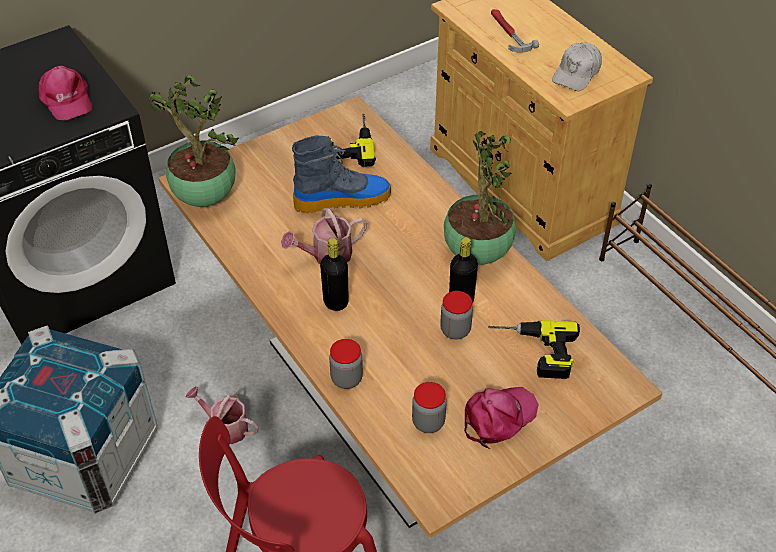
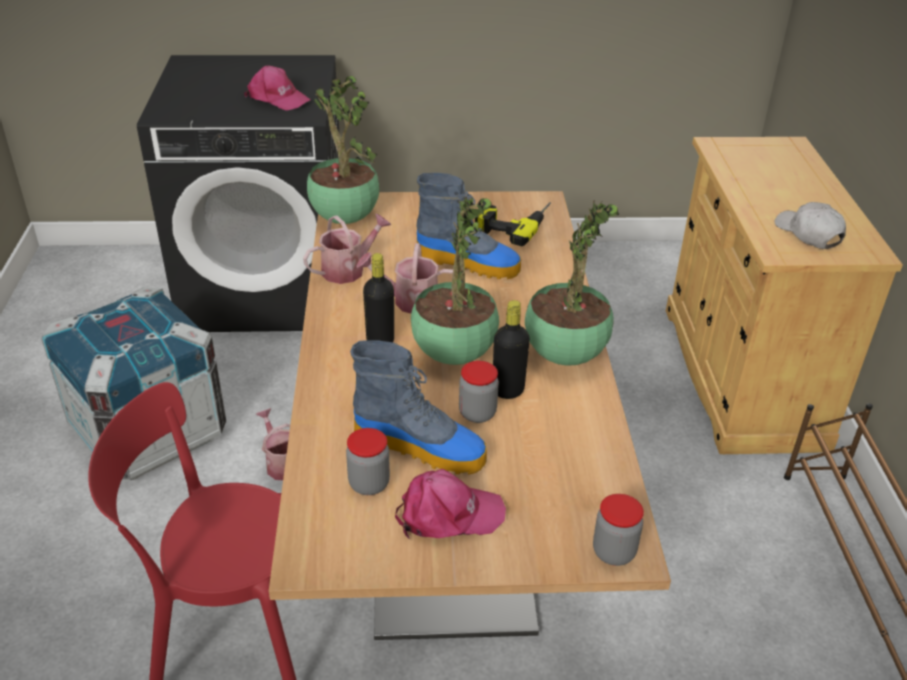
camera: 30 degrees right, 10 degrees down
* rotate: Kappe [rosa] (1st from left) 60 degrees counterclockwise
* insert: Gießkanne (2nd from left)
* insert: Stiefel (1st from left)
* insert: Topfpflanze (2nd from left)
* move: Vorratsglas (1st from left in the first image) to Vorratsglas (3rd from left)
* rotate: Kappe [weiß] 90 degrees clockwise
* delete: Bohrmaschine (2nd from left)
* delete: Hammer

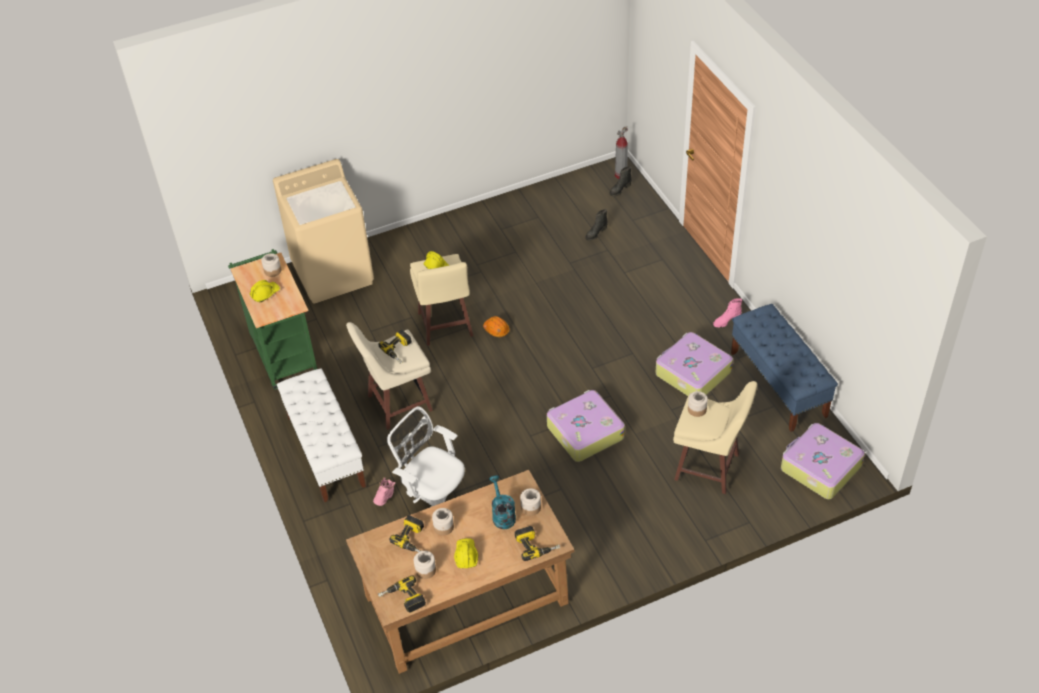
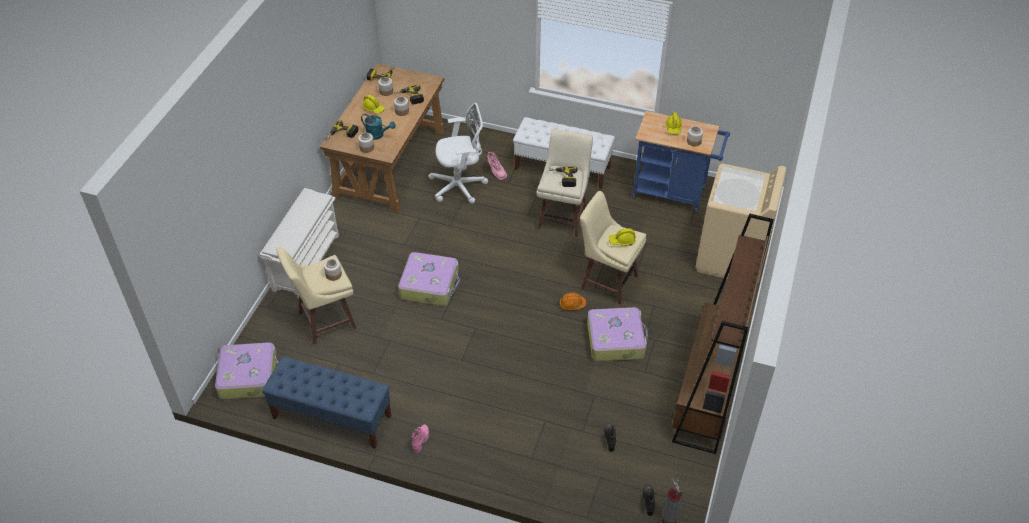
camera: 130 degrees right, 0 degrees up
* insert: Schuhregal [weiß]
* move: Koffer (2nd from left in the first image) to Koffer (3rd from left)
* recolor: Rollwagen [grün] to Rollwagen [blau]
* insert: Bücherregal [braun]

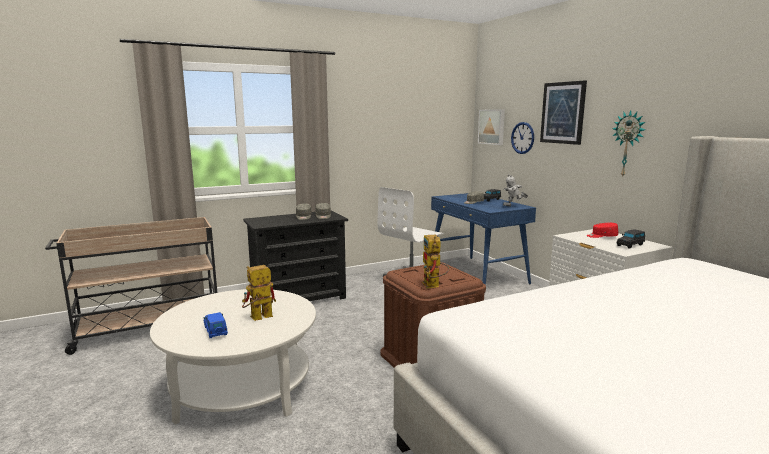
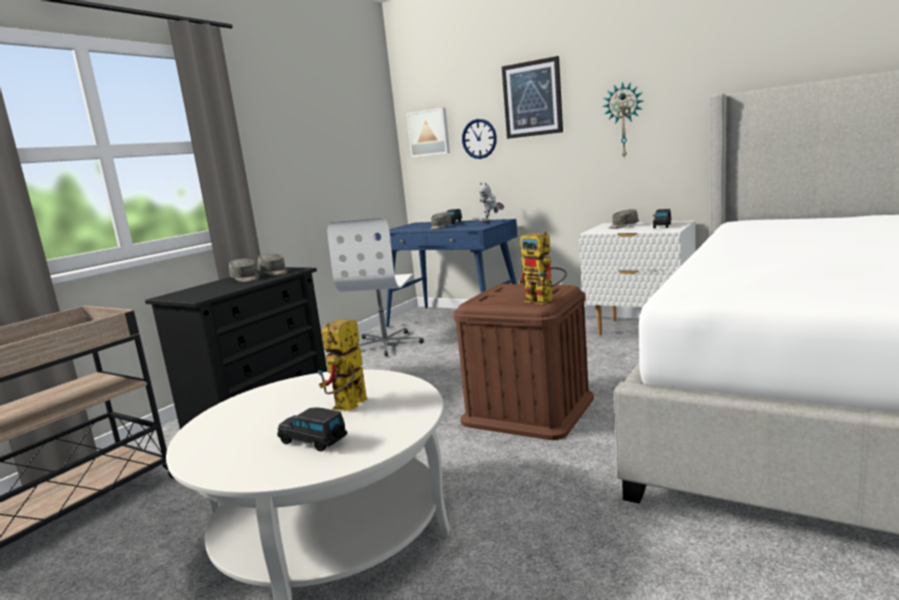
camera: 30 degrees left, 0 degrees up
* recolor: Spielzeugauto [blau] to Spielzeugauto [schwarz] (1st from left)
* recolor: Kappe [rot] to Kappe [grau] (4th from left)

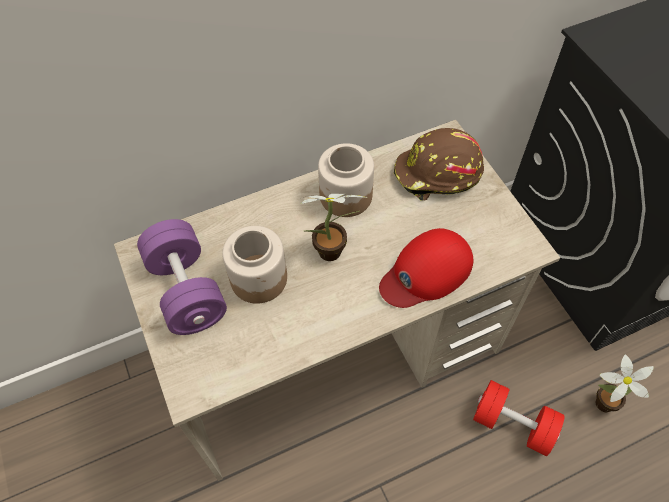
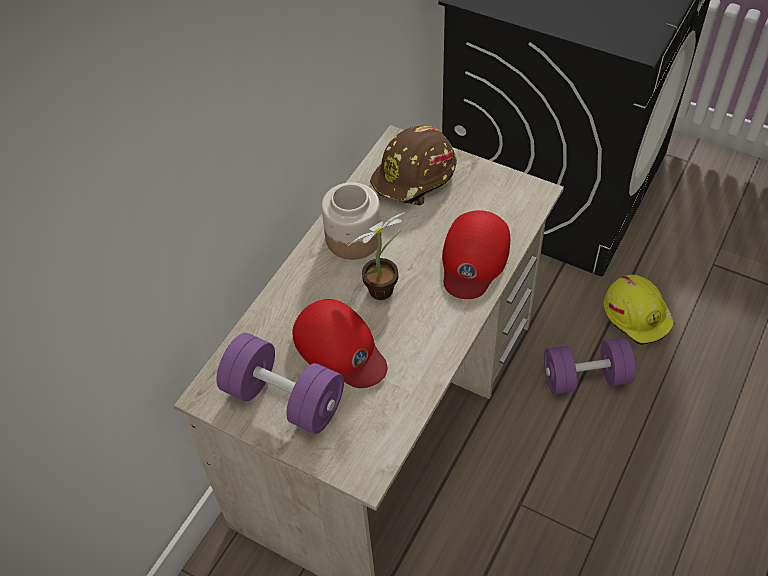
camera: 35 degrees left, 5 degrees down
* replace: Vorratsglas (1st from left) to Kappe [rot] (1st from left)
* recolor: Hantel [rot] to Hantel [lila] (2nd from left)
* replace: Topfpflanze (2nd from left) to Schutzhelm [gelb]

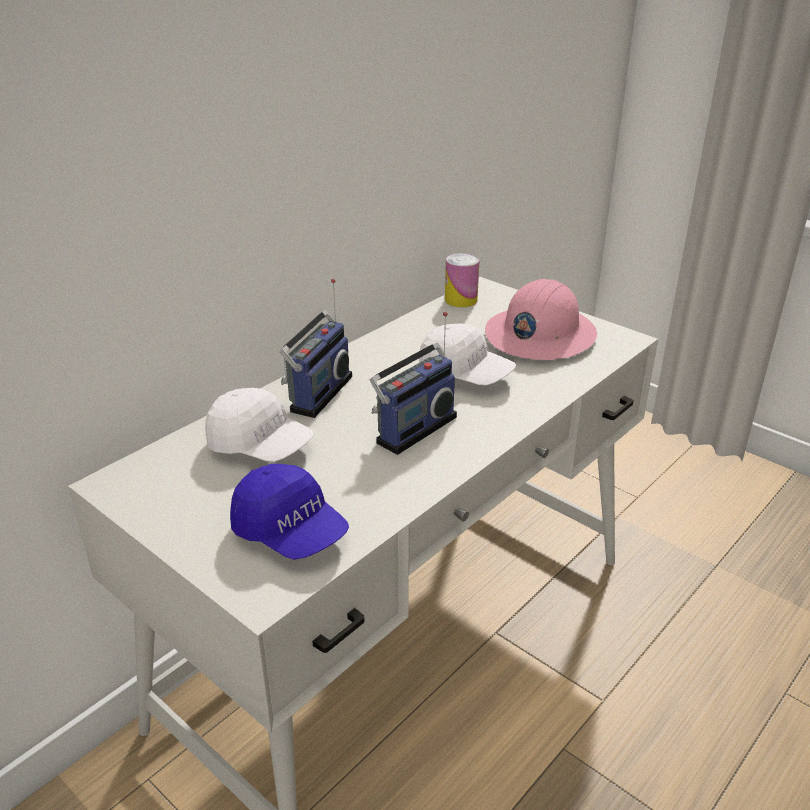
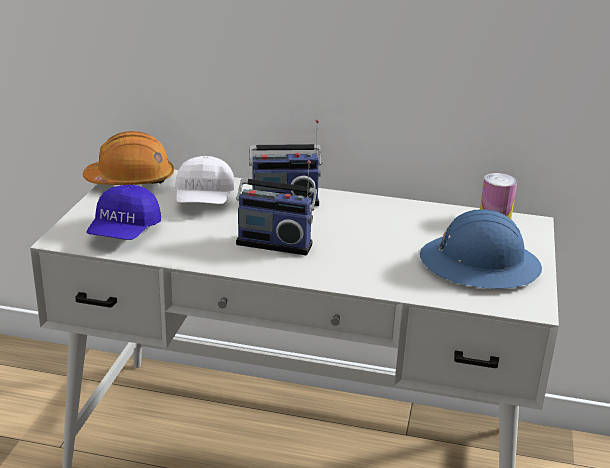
camera: 60 degrees right, 5 degrees down
* insert: Schutzhelm [orange]
* recolor: Schutzhelm [rosa] to Schutzhelm [blau]
* delete: Kappe [weiß] (2nd from left)

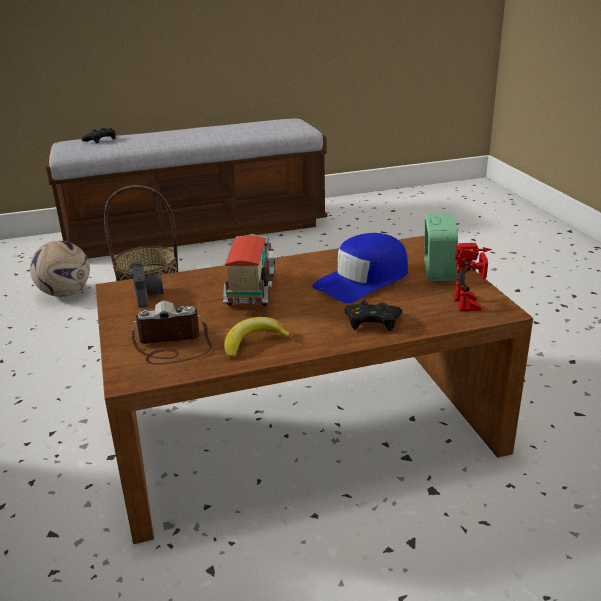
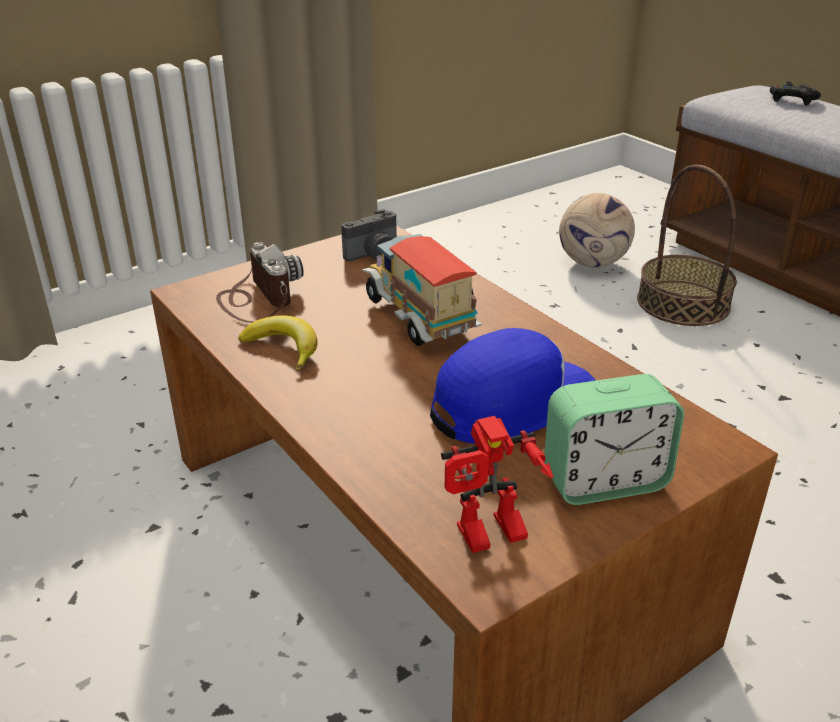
camera: 70 degrees right, 5 degrees up
* rotate: Spielzeuglaster 105 degrees counterclockwise
* rotate: Kappe [blau] 120 degrees clockwise
* delete: Gamepad [schwarz] (2nd from left)

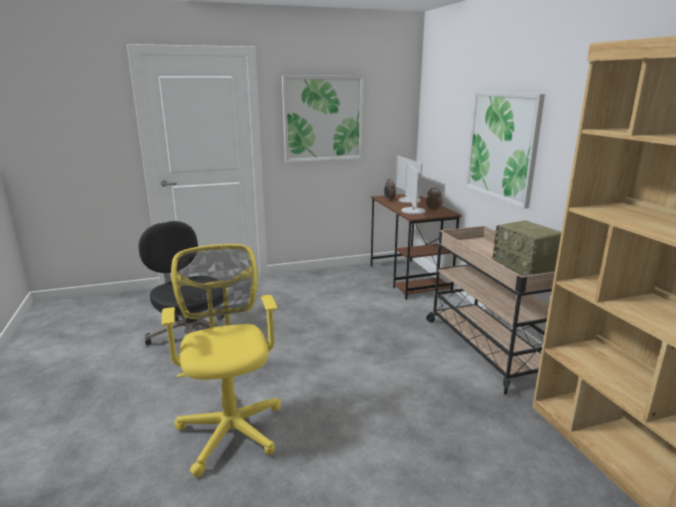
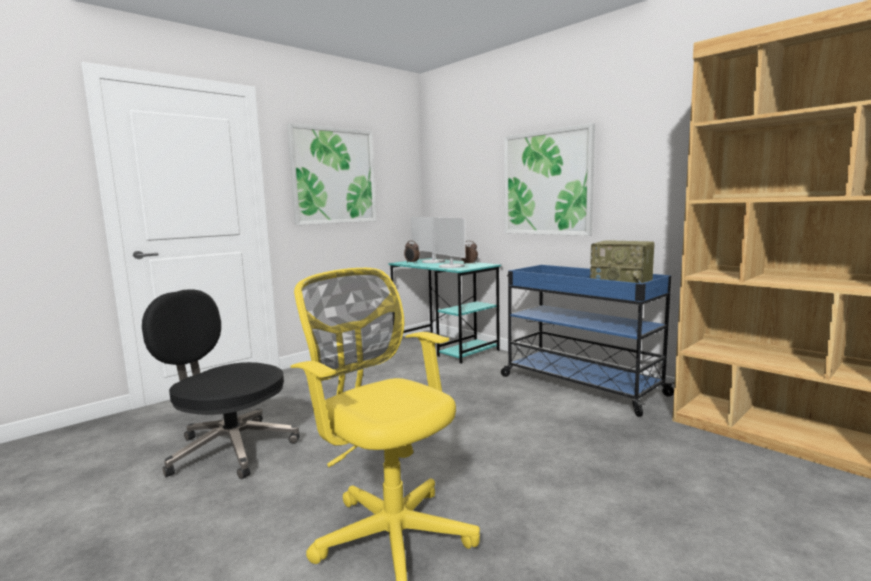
camera: 25 degrees left, 10 degrees down
* recolor: Schreibtisch [braun] to Schreibtisch [türkis]
* recolor: Rollwagen [beige] to Rollwagen [blau]

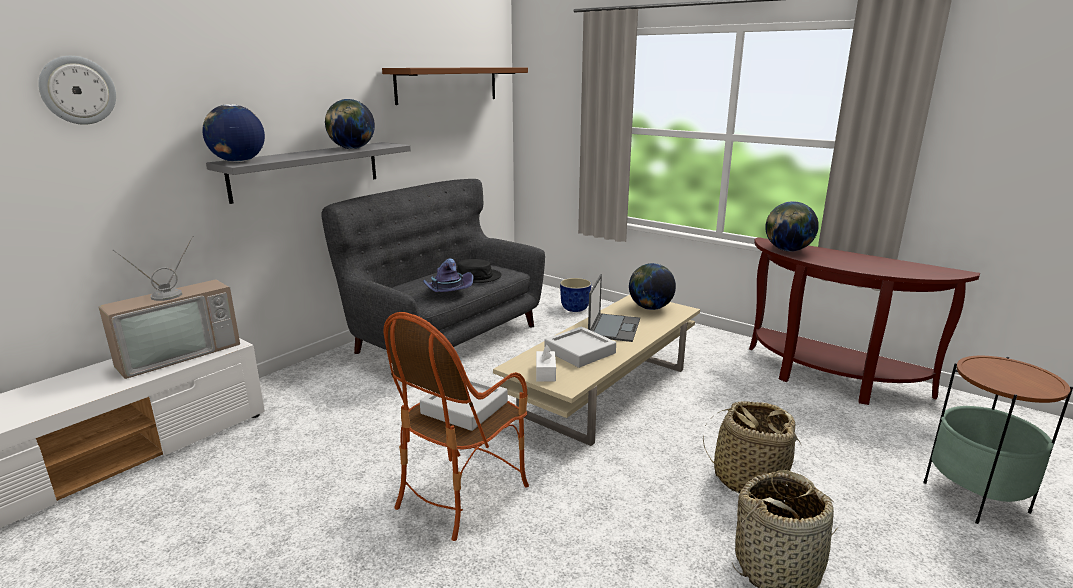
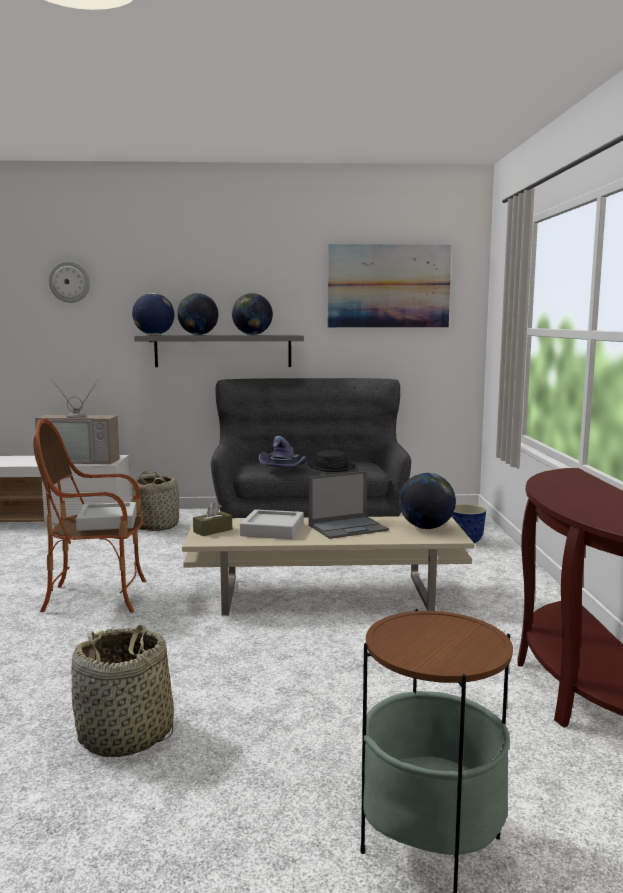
camera: 50 degrees right, 10 degrees down
* move: Korb (1st from left in the first image) to Korb (2nd from left)
* move: Globus (4th from left in the first image) to Globus (2nd from left)
* recolor: Taschentuchbox [weiß] to Taschentuchbox [braun]
* replace: Wandregal [braun] to Bild

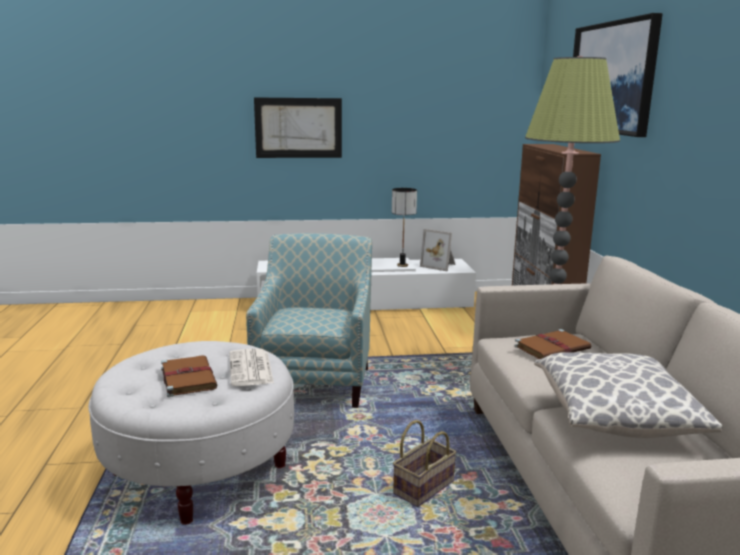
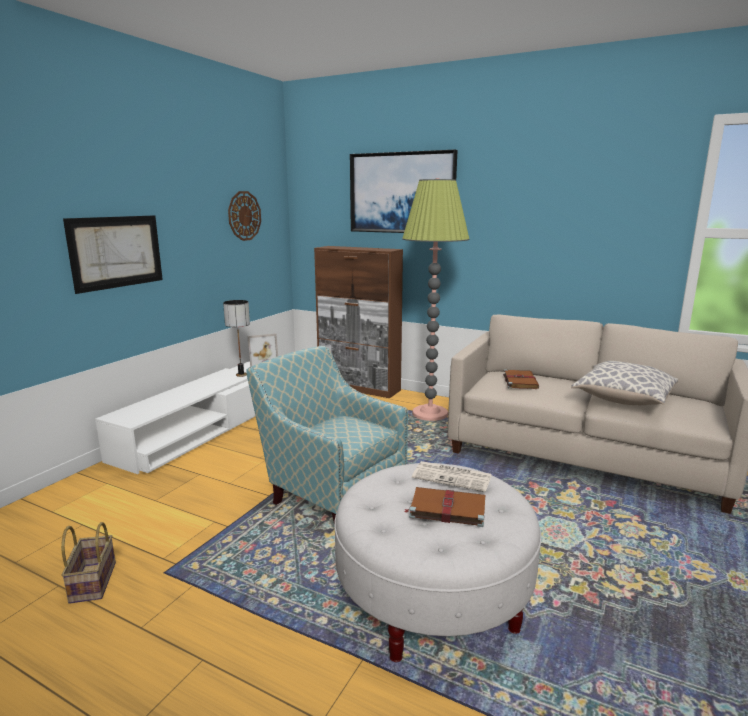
camera: 55 degrees left, 0 degrees up
* move: Korb
* insert: Wanduhr

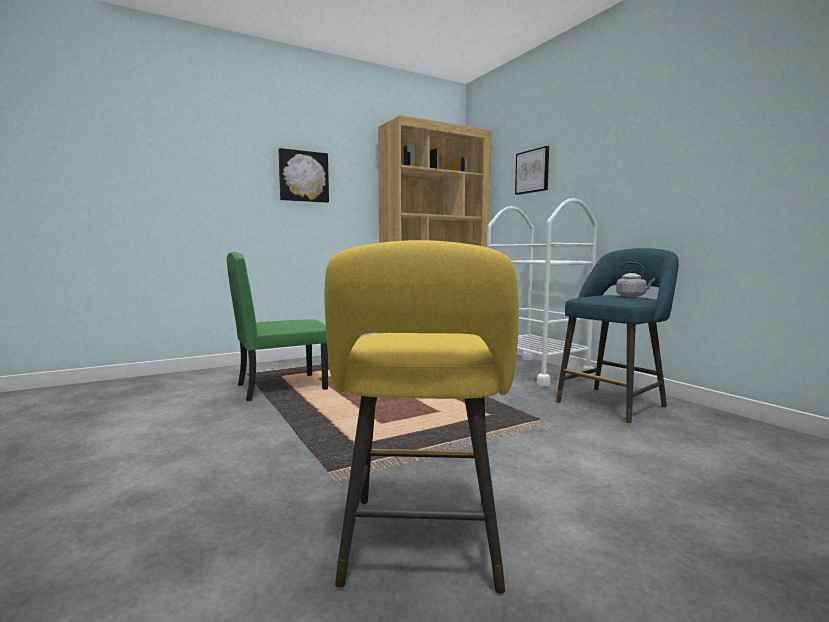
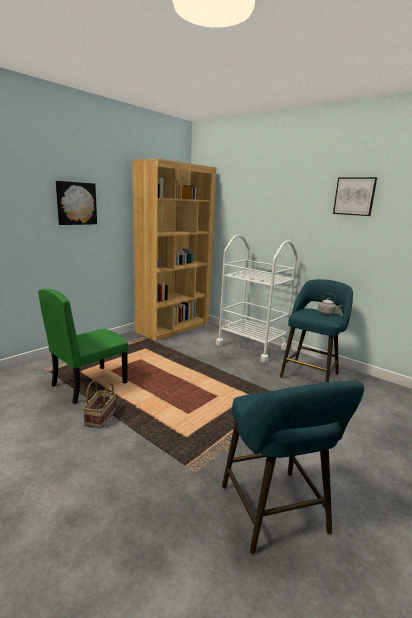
camera: 20 degrees left, 10 degrees up
* insert: Korb
* recolor: Hocker [gelb] to Hocker [türkis] (1st from left)
* move: Bild (2nd from left)

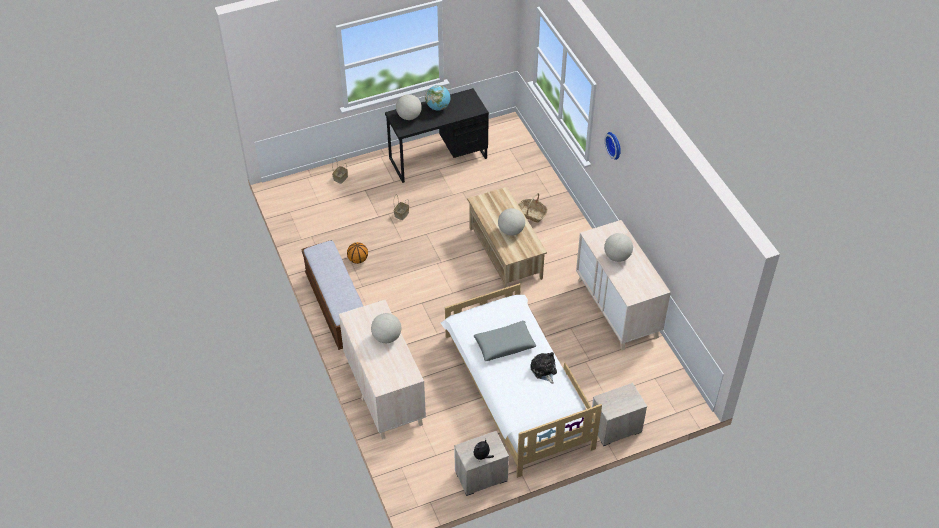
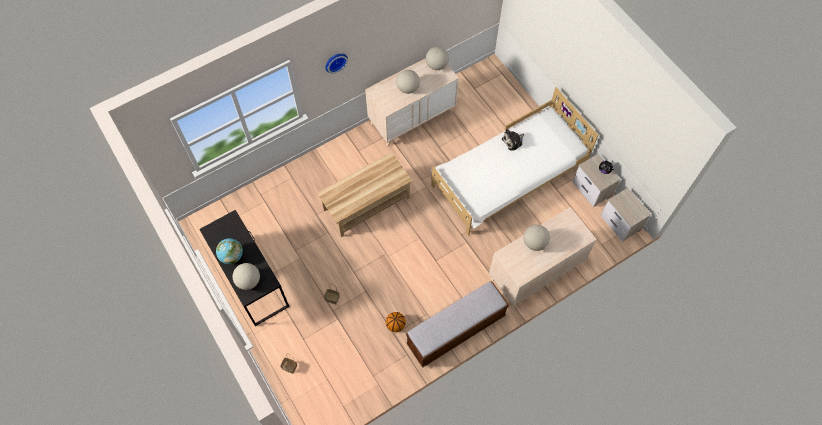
camera: 100 degrees left, 15 degrees up
* move: Globus (4th from left)
* move: Nachttisch (2nd from left)
* delete: Kissen [grau]
* delete: Korb (3rd from left)

